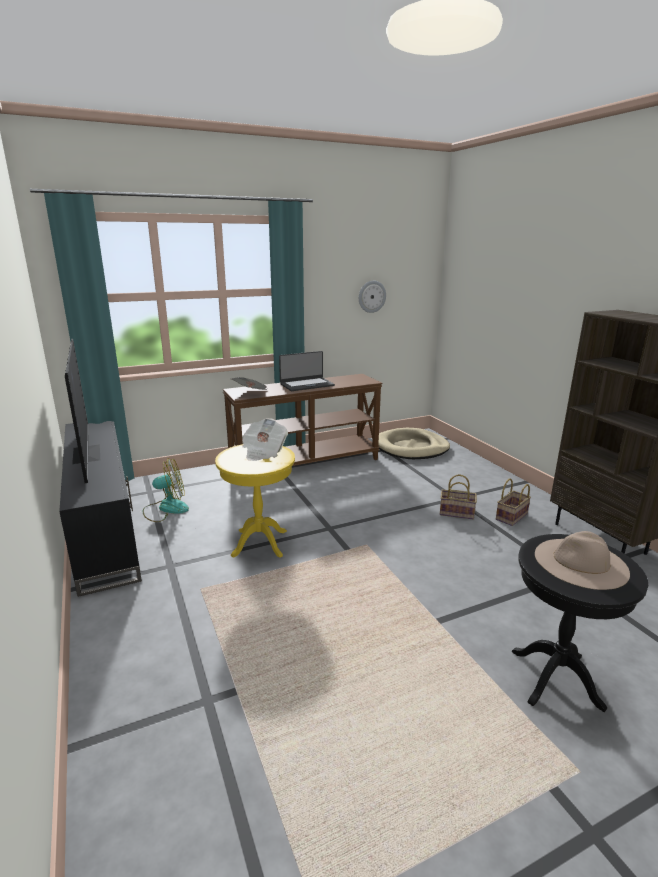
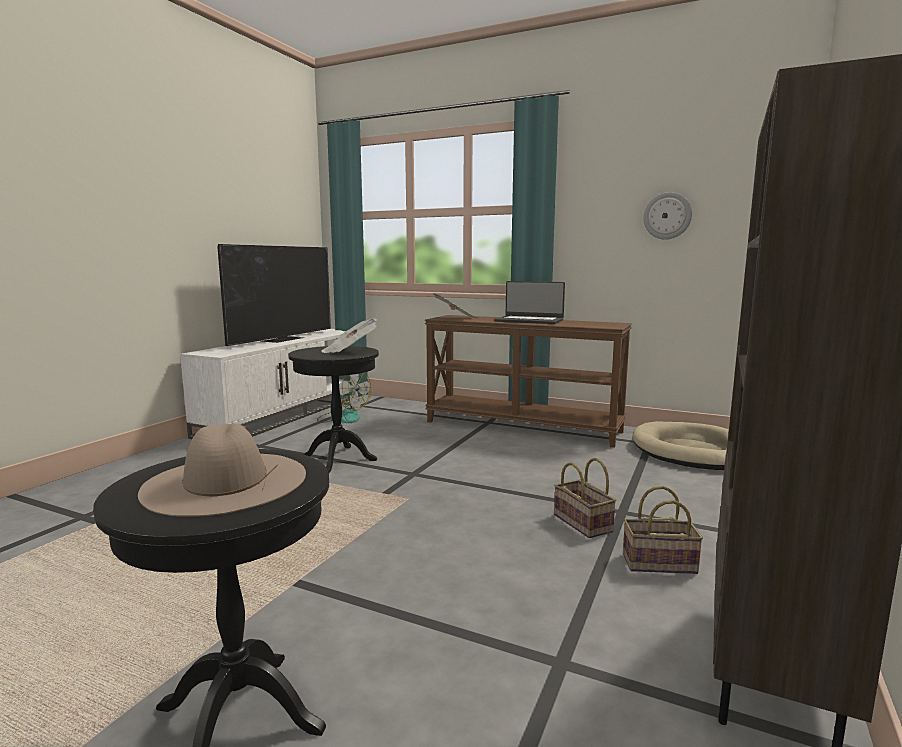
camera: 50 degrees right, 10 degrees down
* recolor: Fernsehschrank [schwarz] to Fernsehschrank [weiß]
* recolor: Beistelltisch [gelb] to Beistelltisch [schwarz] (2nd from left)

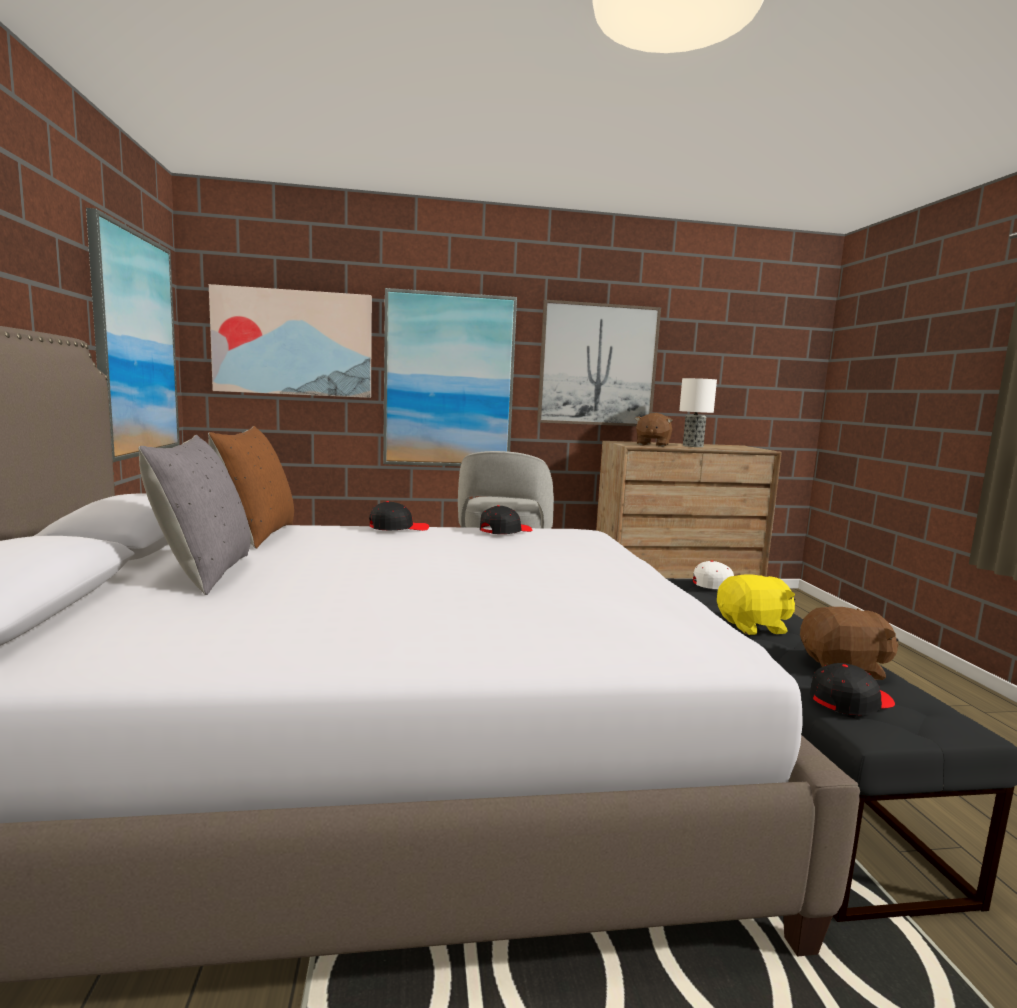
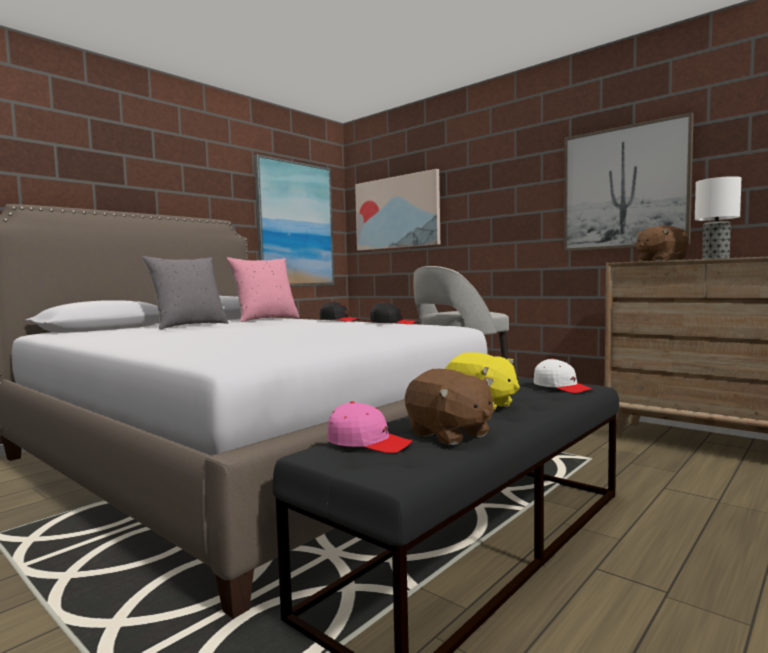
camera: 50 degrees right, 5 degrees down
* recolor: Kissen [braun] to Kissen [rosa]
* recolor: Kappe [schwarz] (3rd from left) to Kappe [rosa]
* delete: Bild (3rd from left)

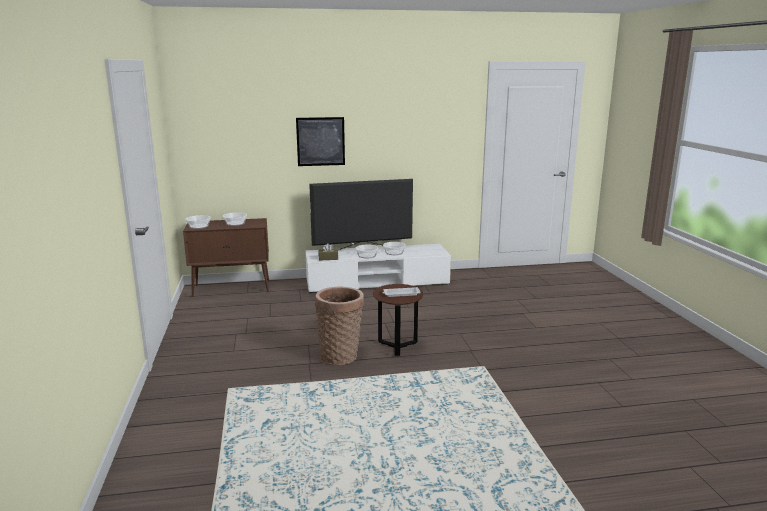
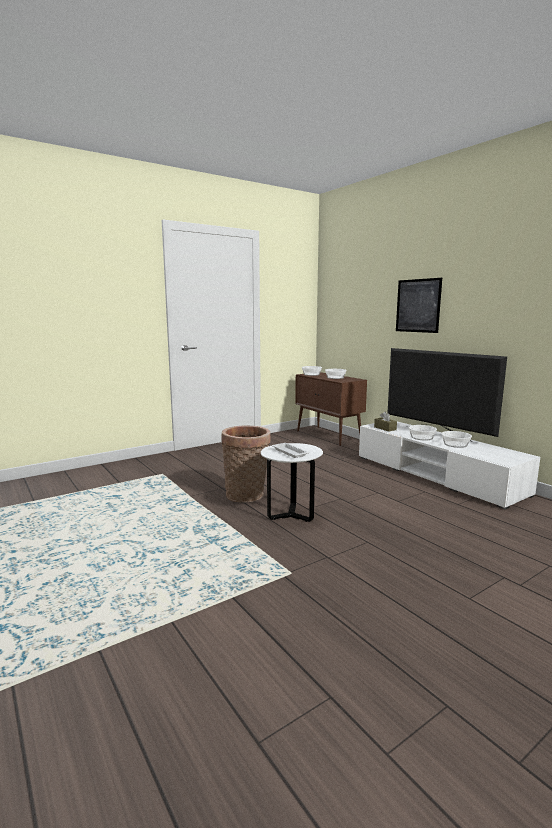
camera: 65 degrees right, 5 degrees down
* recolor: Beistelltisch [braun] to Beistelltisch [weiß]

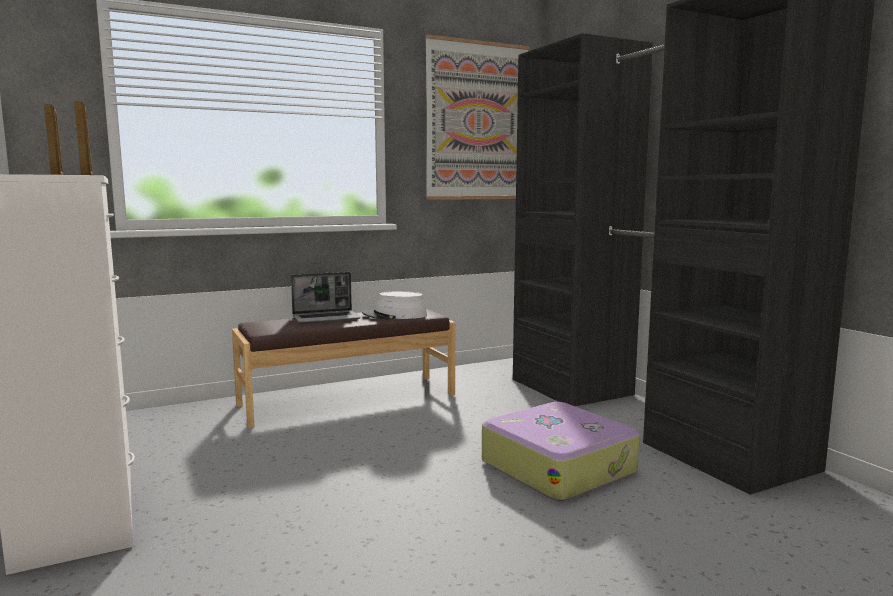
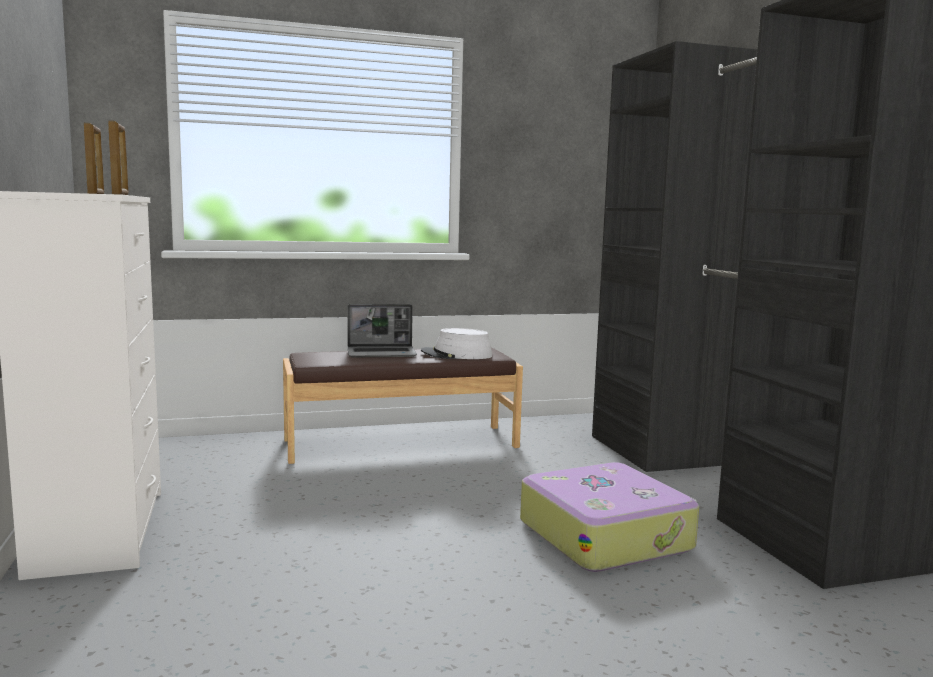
camera: 10 degrees right, 0 degrees up
* delete: Bild

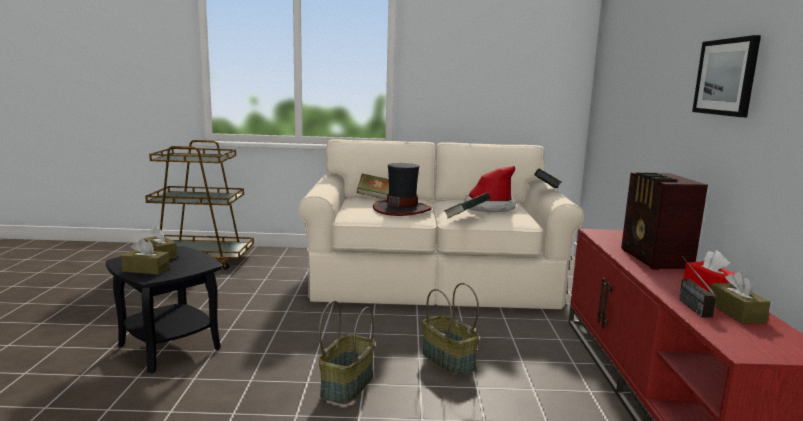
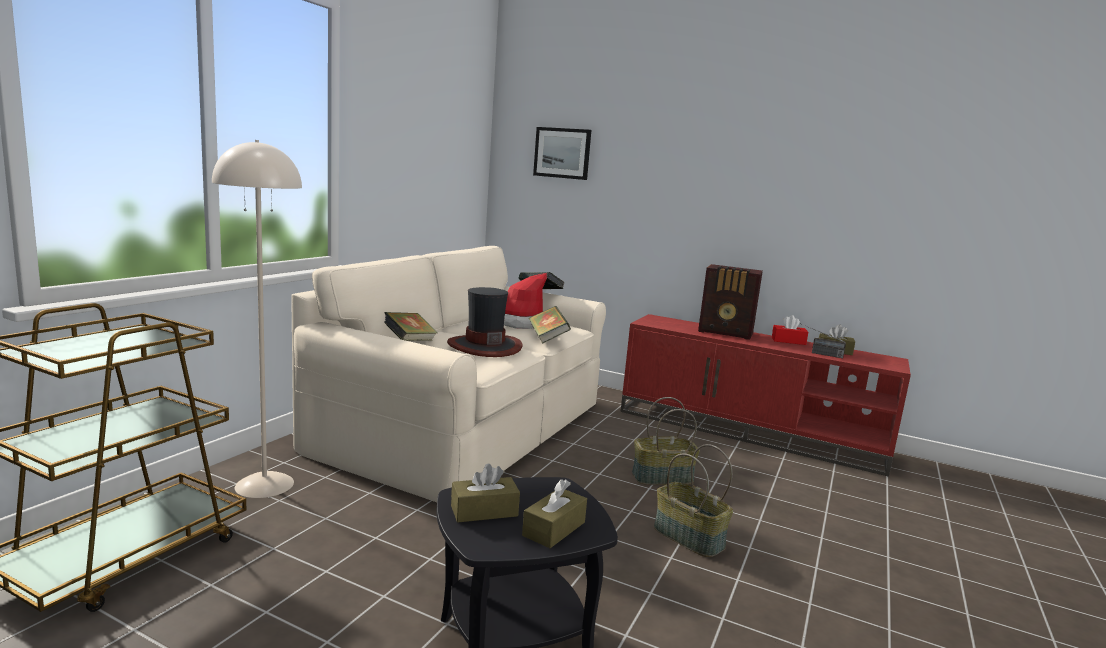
camera: 65 degrees left, 0 degrees up
* insert: Stehlampe [beige]
* move: Bild

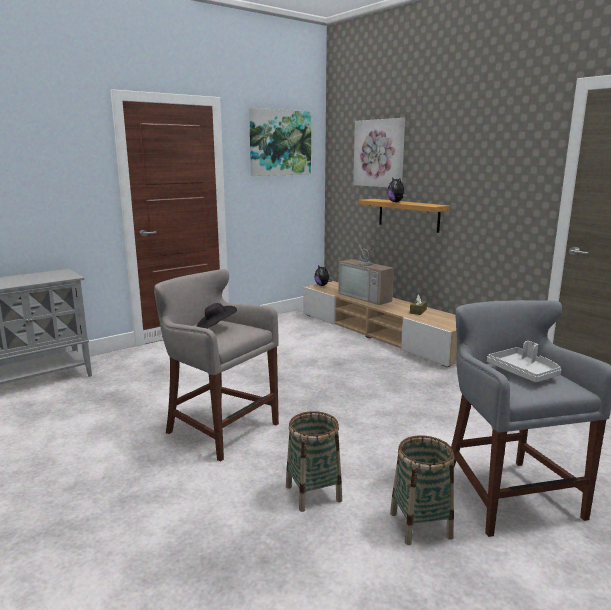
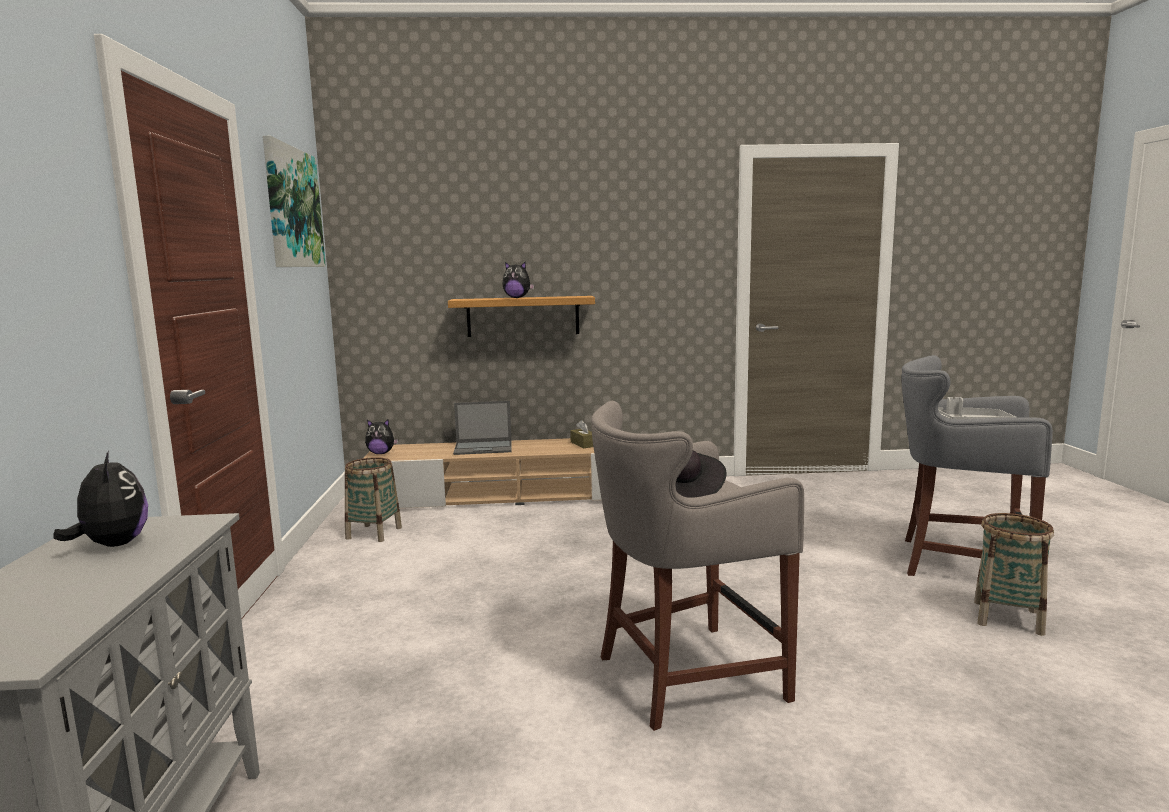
camera: 55 degrees left, 5 degrees down
* insert: Plüschtier (1st from left)
* move: Korb (1st from left)
* replace: Fernseher to Laptop
* delete: Bild (2nd from left)

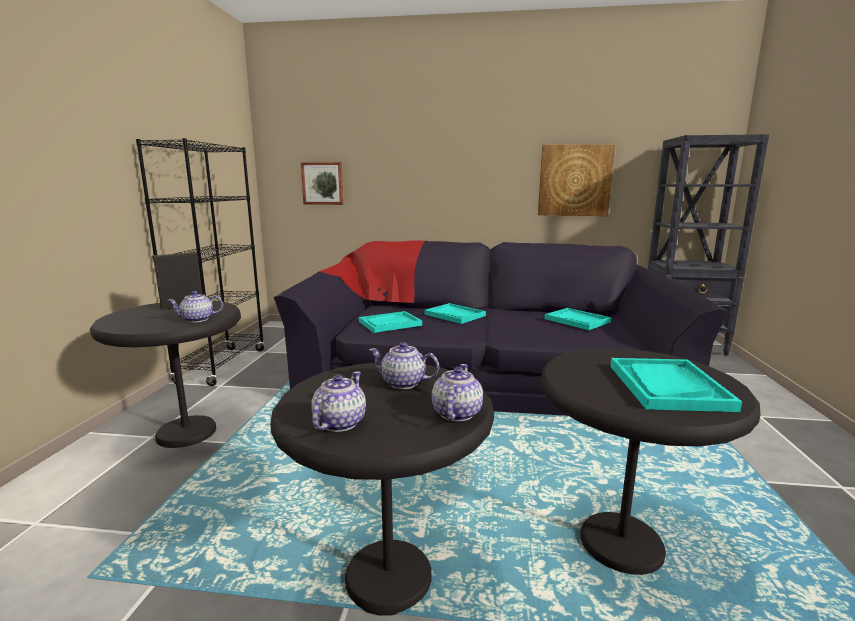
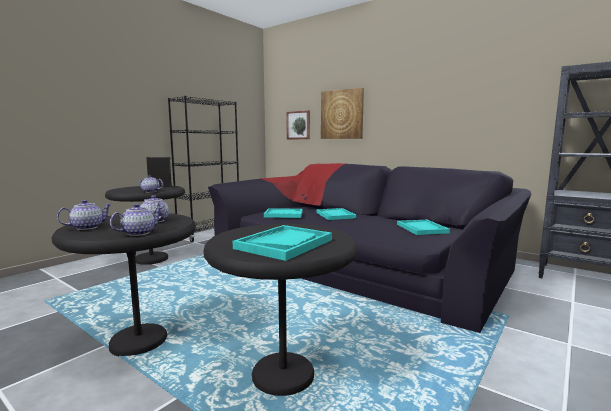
camera: 30 degrees right, 5 degrees down
* move: Bild (2nd from left)

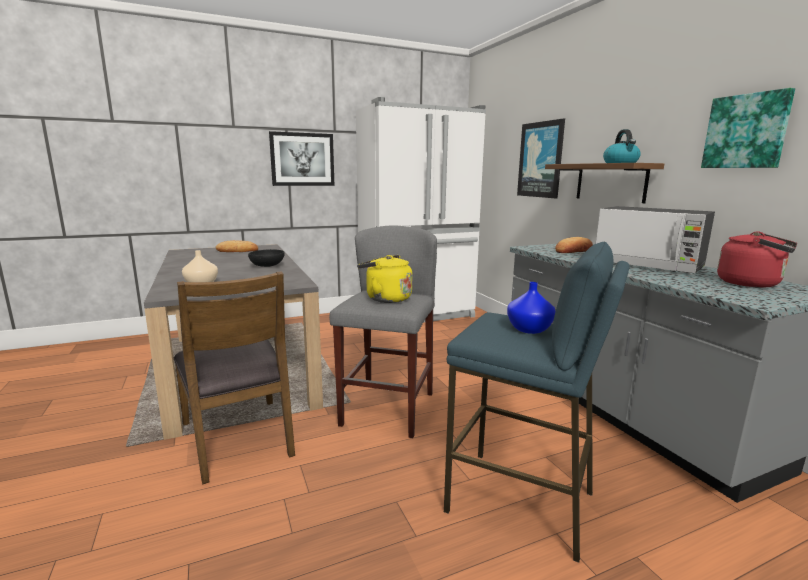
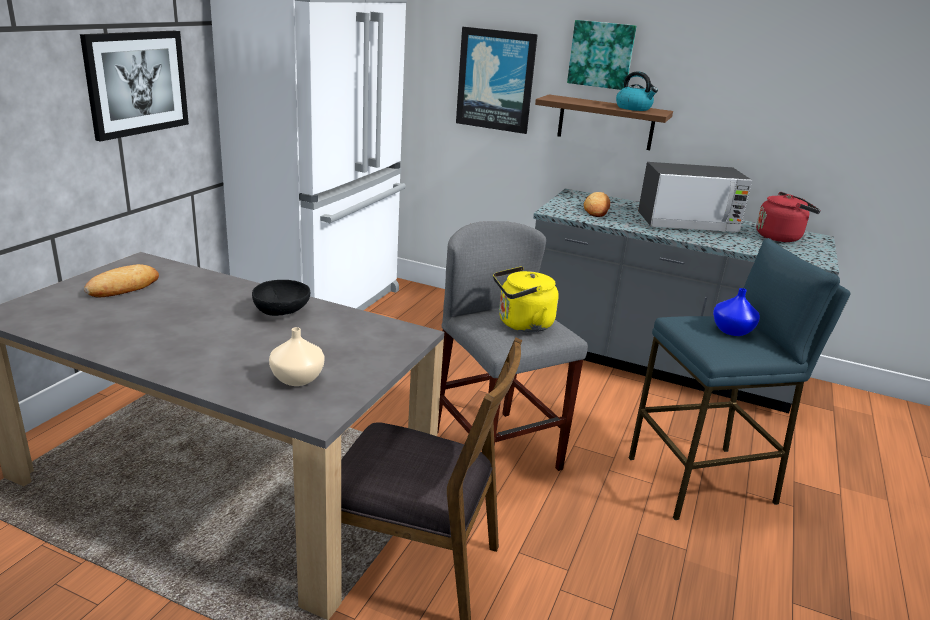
camera: 45 degrees left, 10 degrees up
* move: Bild (3rd from left)

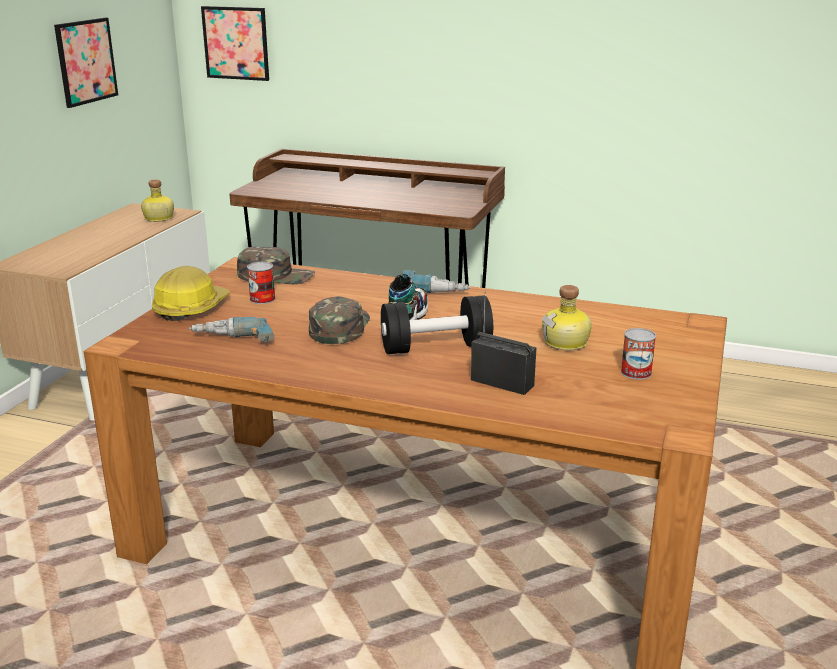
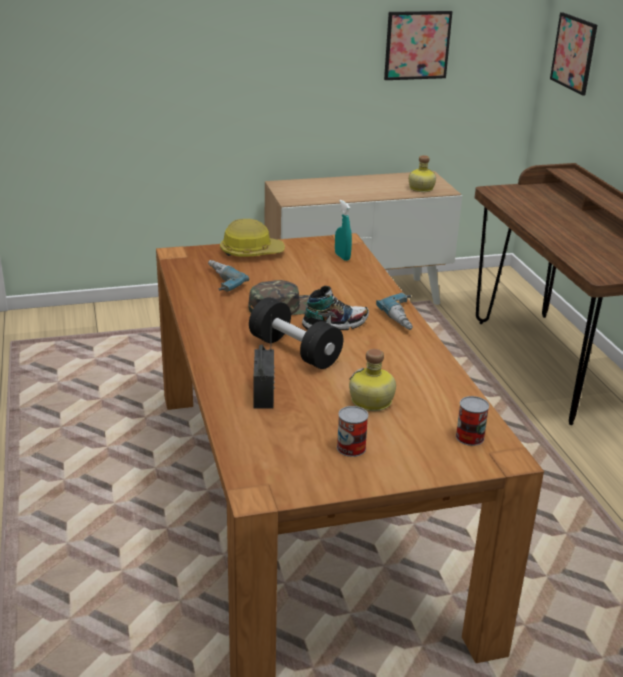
camera: 55 degrees right, 5 degrees up
* replace: Kappe [grün] (1st from left) to Sprühflasche [türkis]
* move: Dose (1st from left in the first image) to Dose (2nd from left)

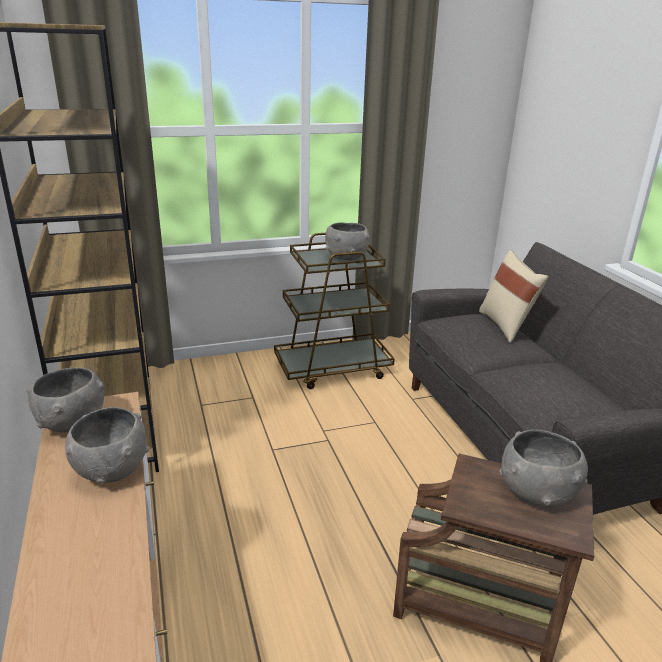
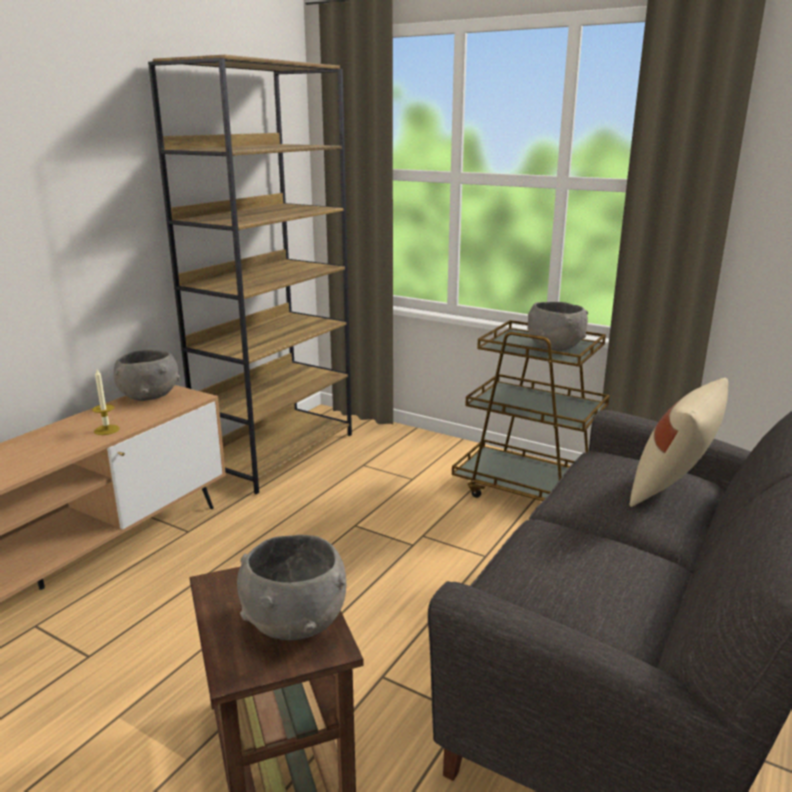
camera: 50 degrees right, 5 degrees down
* replace: Schüssel [grau] (2nd from left) to Kerze

